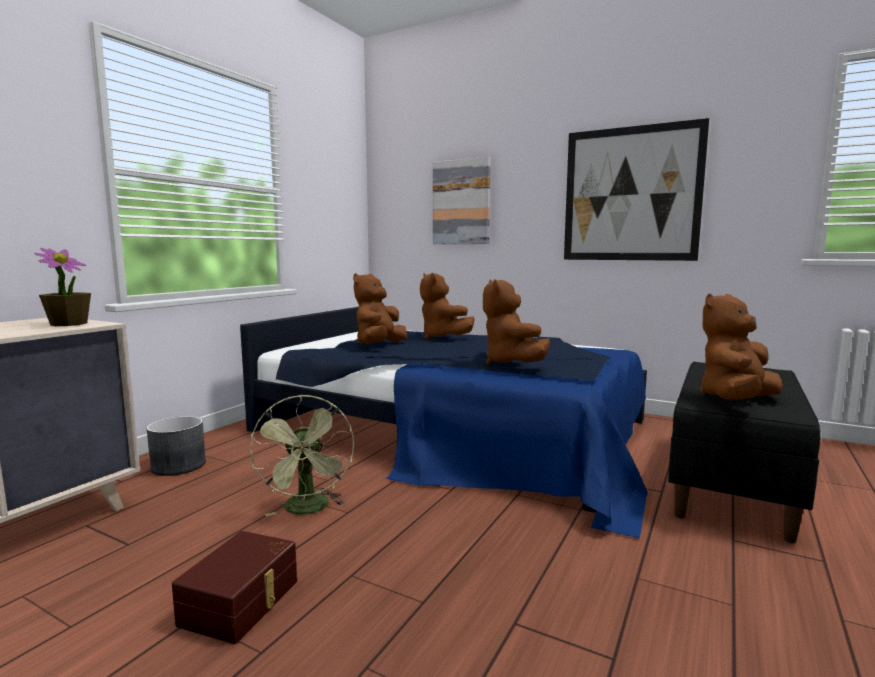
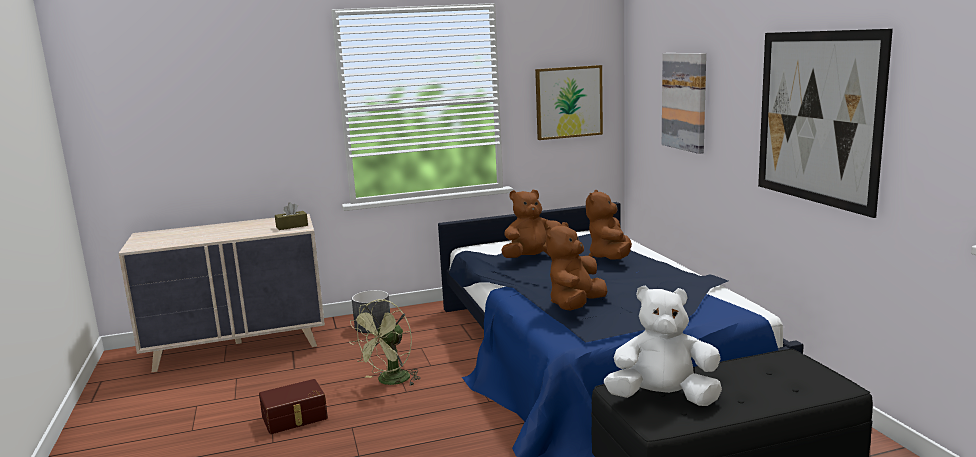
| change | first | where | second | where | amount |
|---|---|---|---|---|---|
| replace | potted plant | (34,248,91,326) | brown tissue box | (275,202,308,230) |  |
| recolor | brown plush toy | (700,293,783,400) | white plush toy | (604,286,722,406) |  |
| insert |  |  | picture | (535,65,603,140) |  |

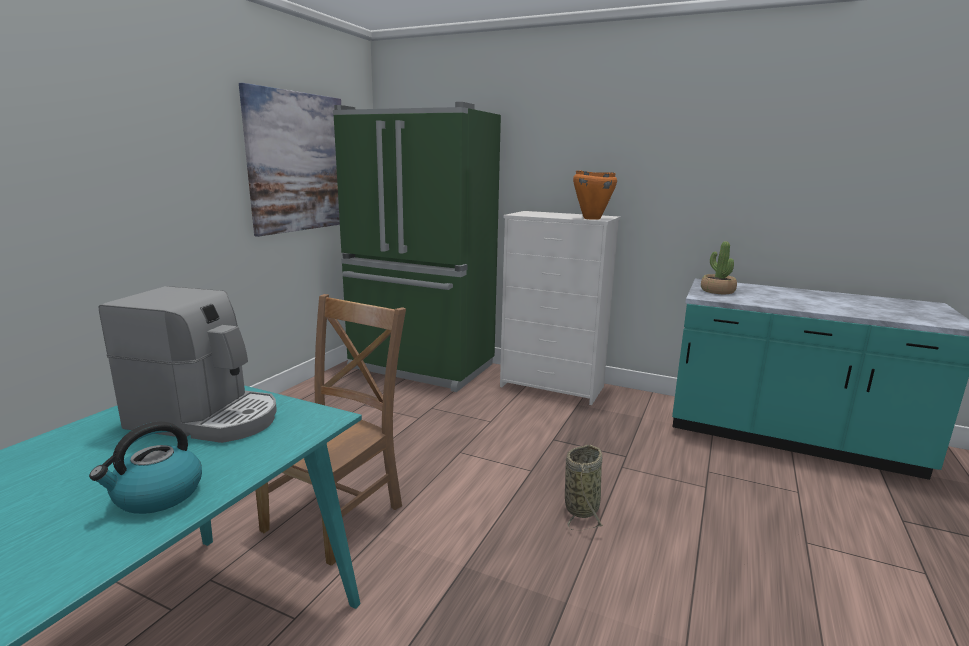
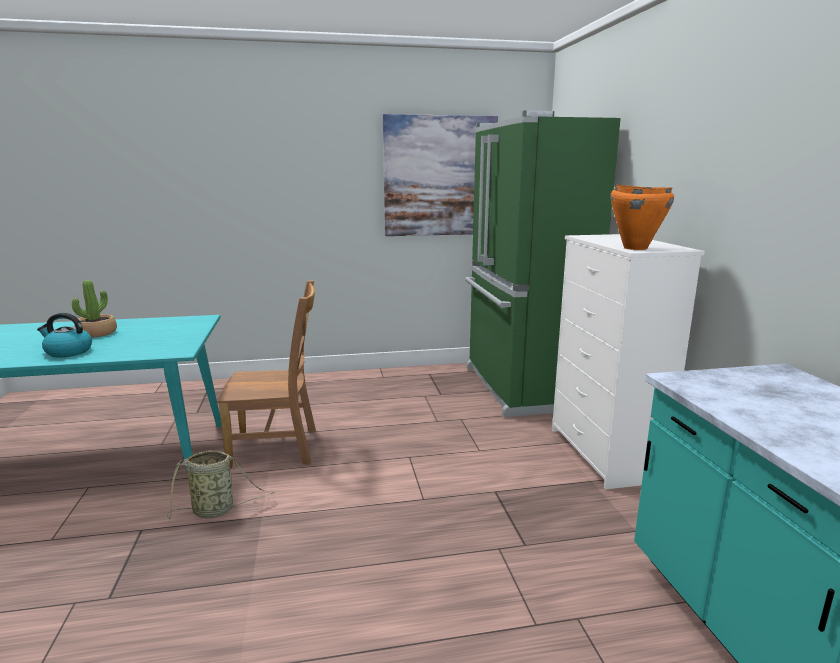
| change | first | where | second | where | amount |
|---|---|---|---|---|---|
| move | potted plant | (701,241,737,294) |  | (72,280,117,338) |  |
| delete | coffee machine | (99,286,277,443) |  |  |  |
| move | basket | (565,445,603,530) |  | (167,450,275,521) |  |

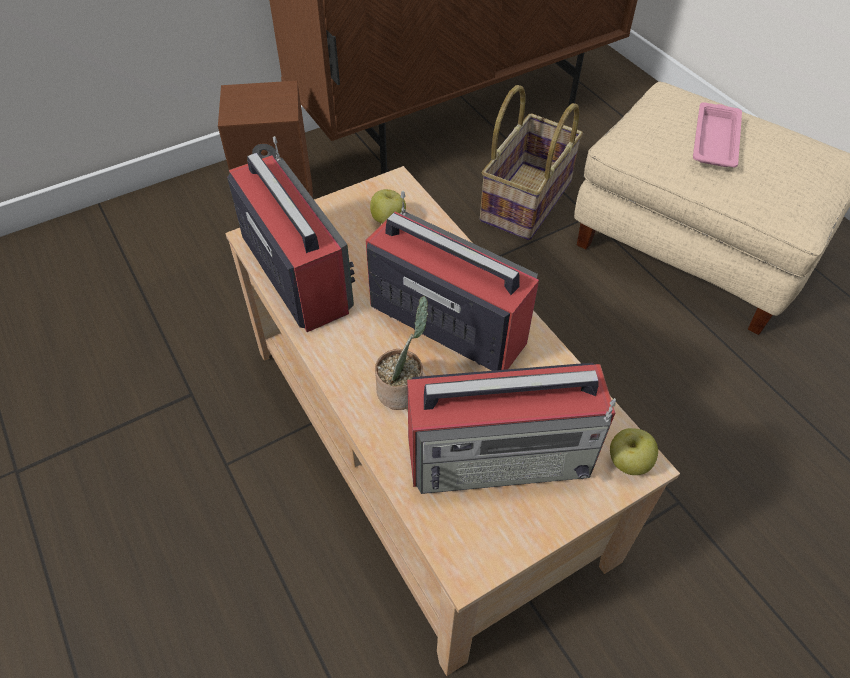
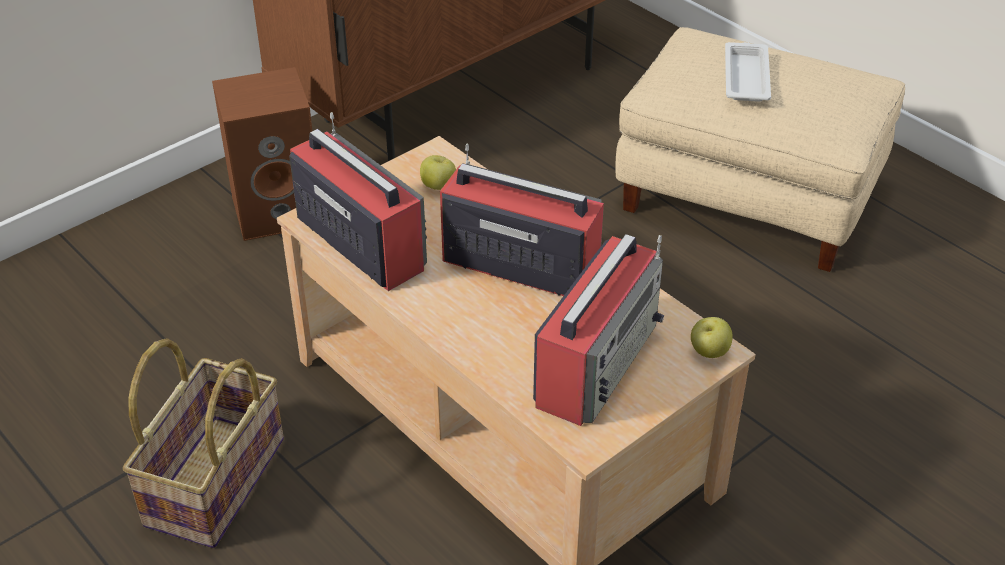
| change | first | where | second | where | amount |
|---|---|---|---|---|---|
| move | basket | (480,85,583,240) |  | (123,338,284,548) |  |
| recolor | pink tray | (693,102,742,168) | white tray | (725,42,771,102) |  |
| delete | potted plant | (375,296,428,410) |  |  |  |
| rotate | radio | (407,363,616,494) |  | (533,234,664,426) | 45 degrees counterclockwise |

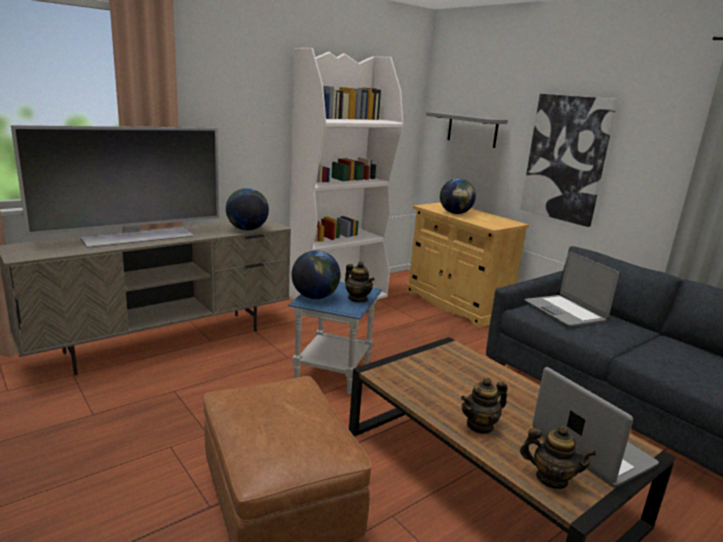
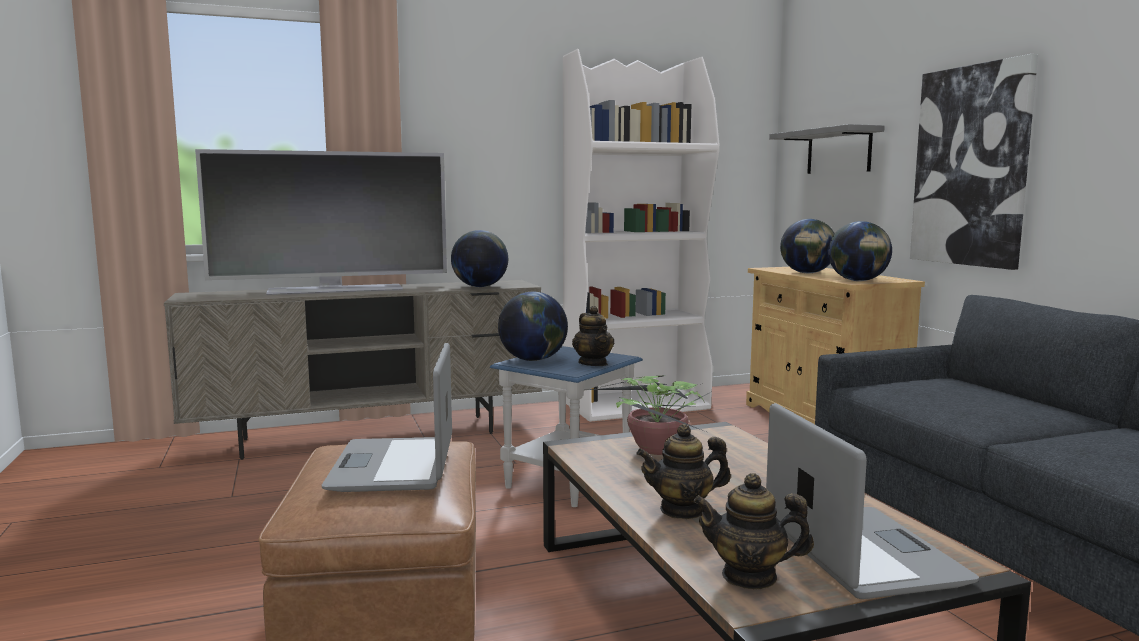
| change | first | where | second | where | amount |
|---|---|---|---|---|---|
| move | laptop | (524,252,619,326) |  | (322,343,452,492) |  |
| rotate | teapot | (520,426,597,489) |  | (693,473,814,589) | 150 degrees clockwise |
| insert |  |  | globe | (828,221,892,281) |  |
| insert |  |  | potted plant | (589,375,711,455) |  |

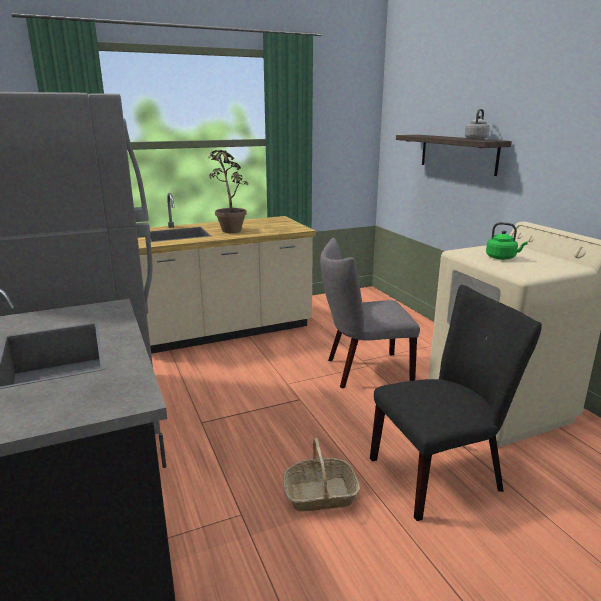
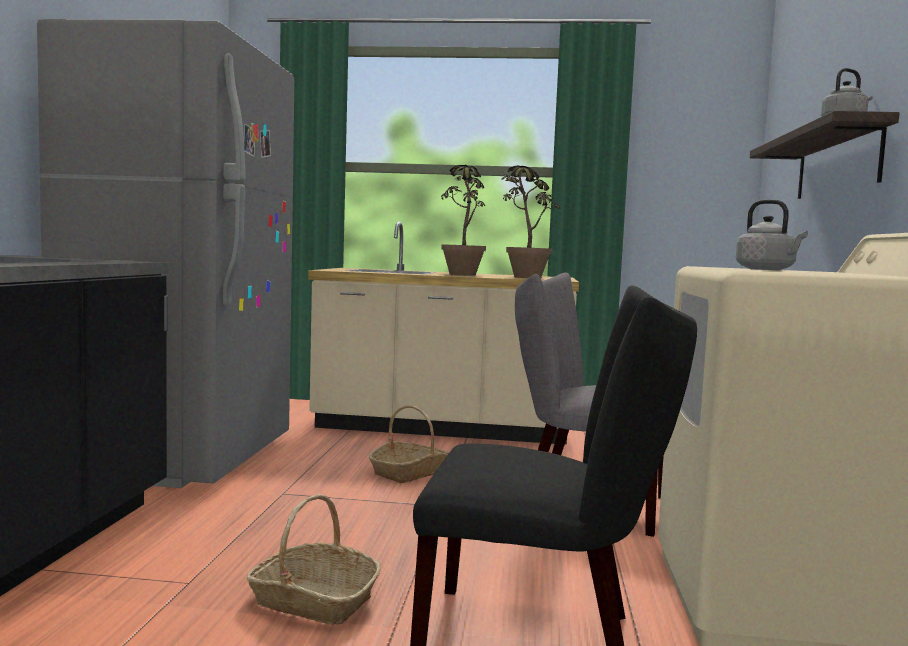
| change | first | where | second | where | amount |
|---|---|---|---|---|---|
| recolor | green kettle | (486,222,528,260) | grey kettle | (736,199,808,270) |  |
| insert |  |  | potted plant | (501,166,560,278) |  |
| insert |  |  | basket | (369,405,449,483) |  |

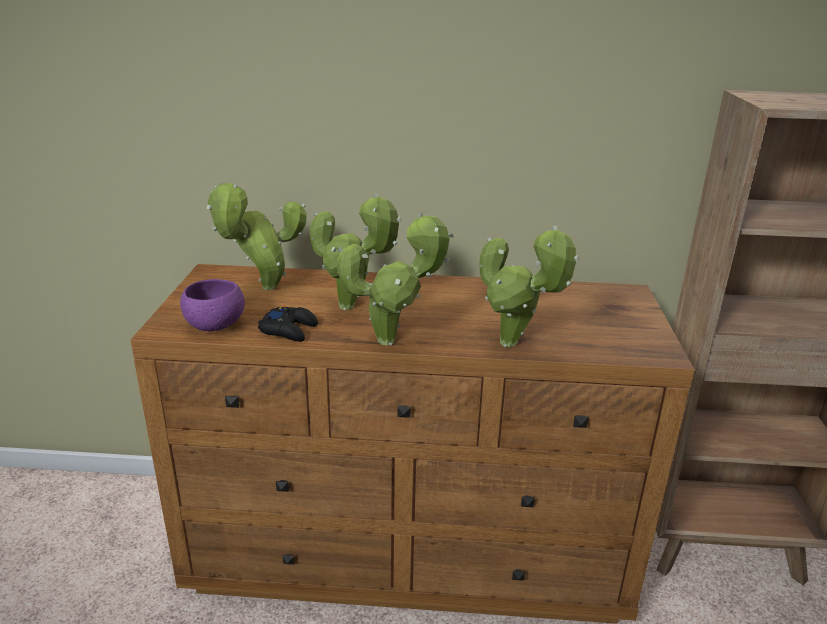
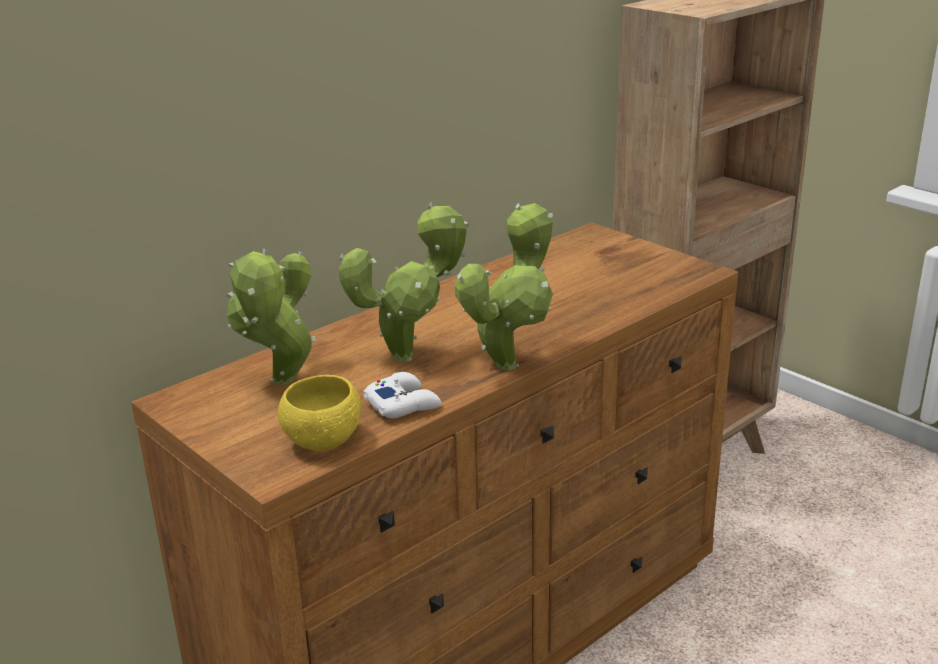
| change | first | where | second | where | amount |
|---|---|---|---|---|---|
| delete | potted plant | (479,226,579,347) |  |  |  |
| recolor | purple bowl | (180,279,245,332) | yellow bowl | (278,375,361,451) |  |
| recolor | black game controller | (258,306,318,342) | white game controller | (363,372,441,418) |  |

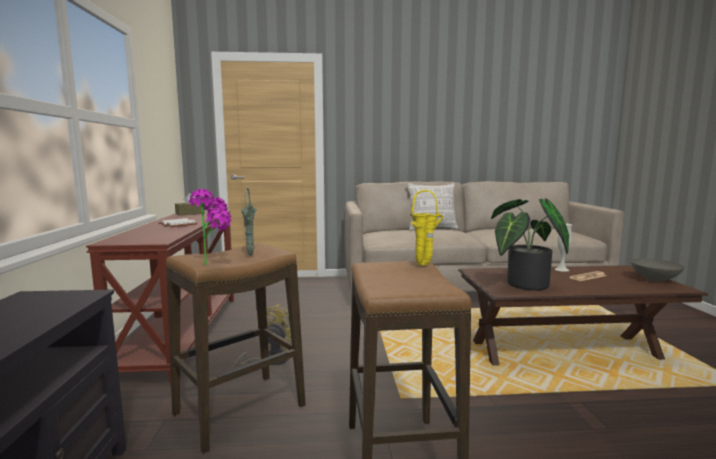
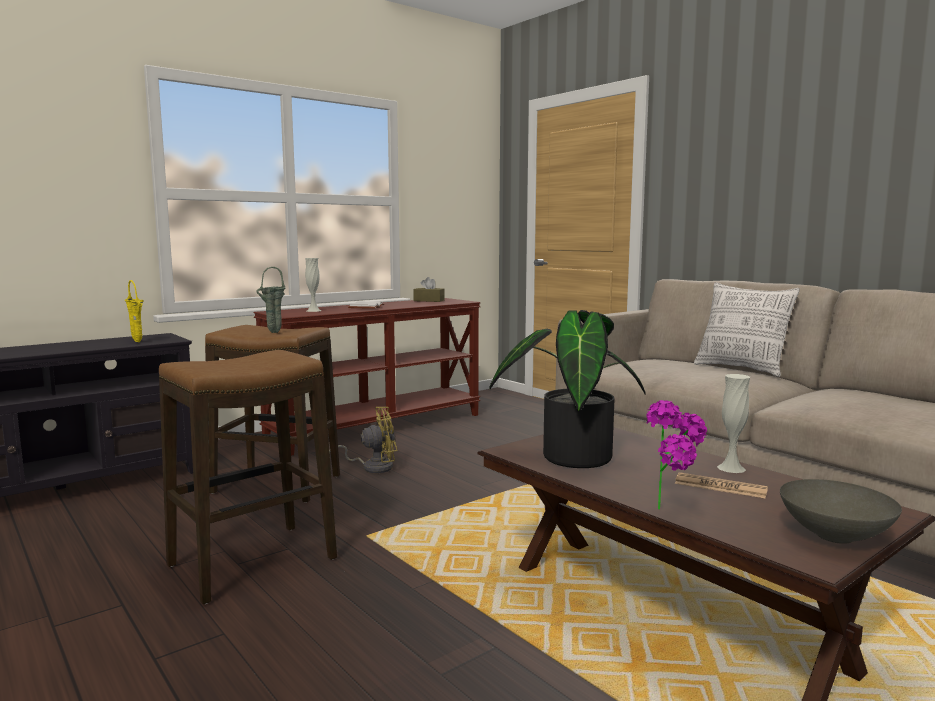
| change | first | where | second | where | amount |
|---|---|---|---|---|---|
| move | potted plant | (189,189,231,265) |  | (646,400,707,510) |  |
| move | yellow vase | (410,190,444,266) |  | (125,280,144,342) |  |
| insert |  |  | white vase | (305,258,321,312) |  |

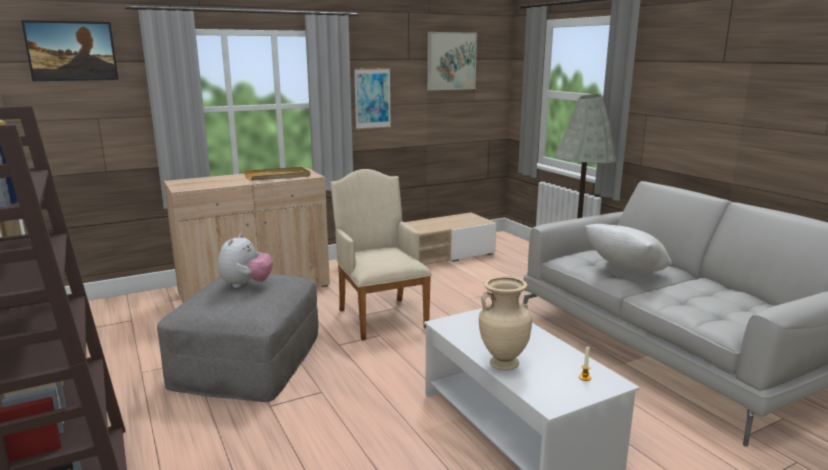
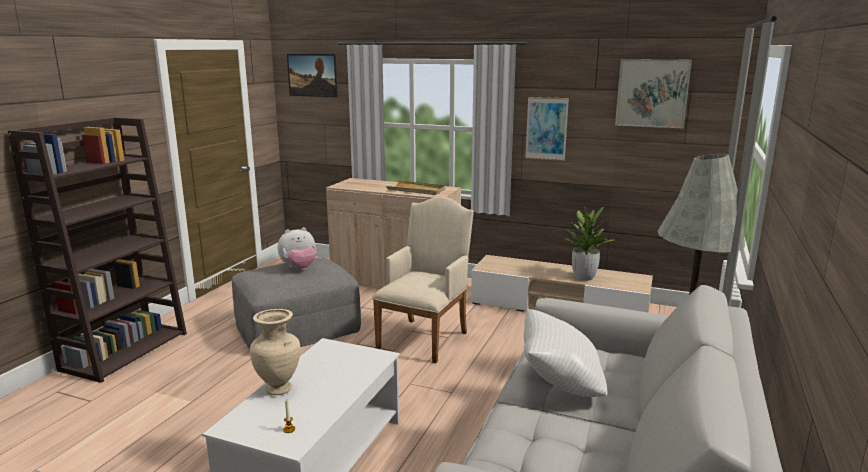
| change | first | where | second | where | amount |
|---|---|---|---|---|---|
| insert |  |  | potted plant | (563,206,614,281) |  |

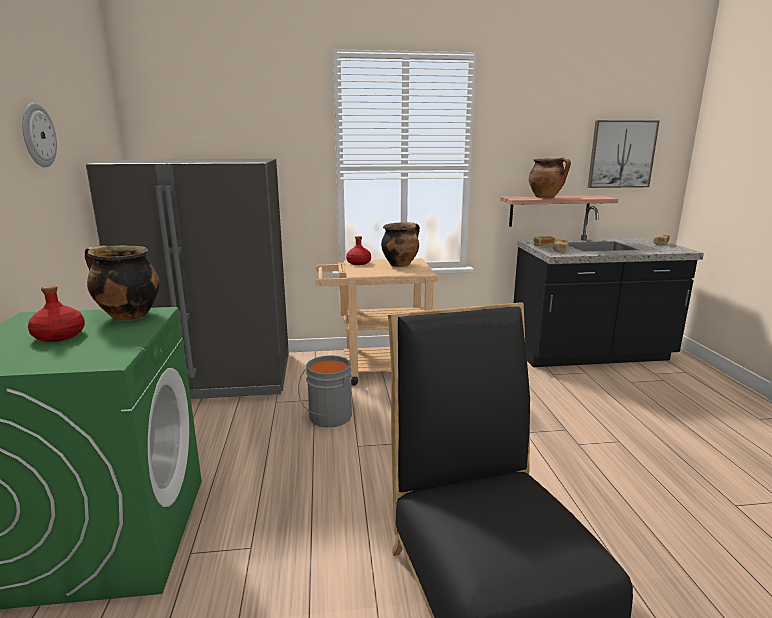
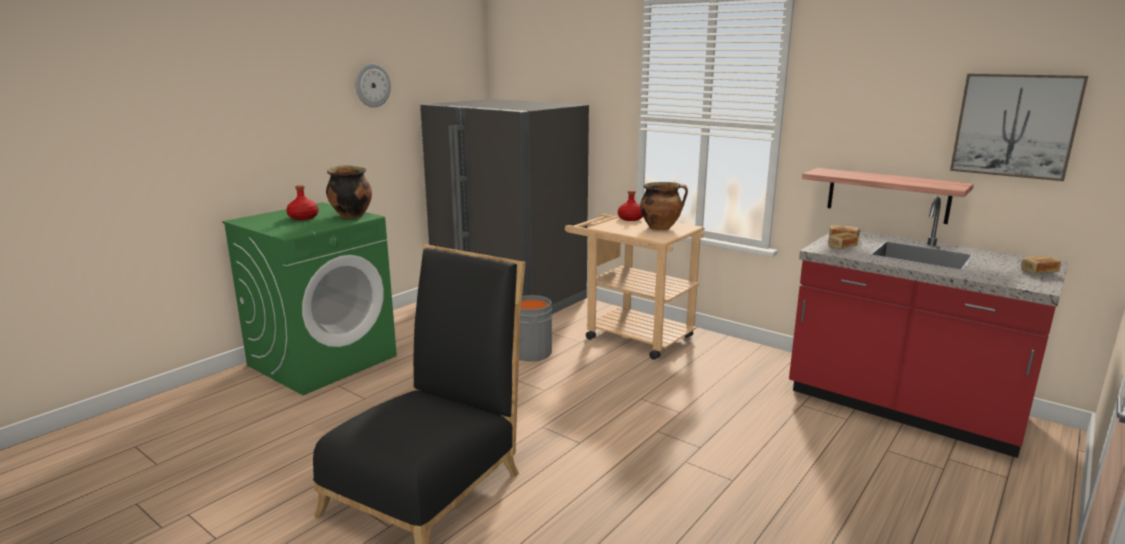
| change | first | where | second | where | amount |
|---|---|---|---|---|---|
| delete | cooking pot | (529,158,571,198) |  |  |  |
| recolor | black counter | (514,206,704,367) | red counter | (789,197,1068,458) |  |

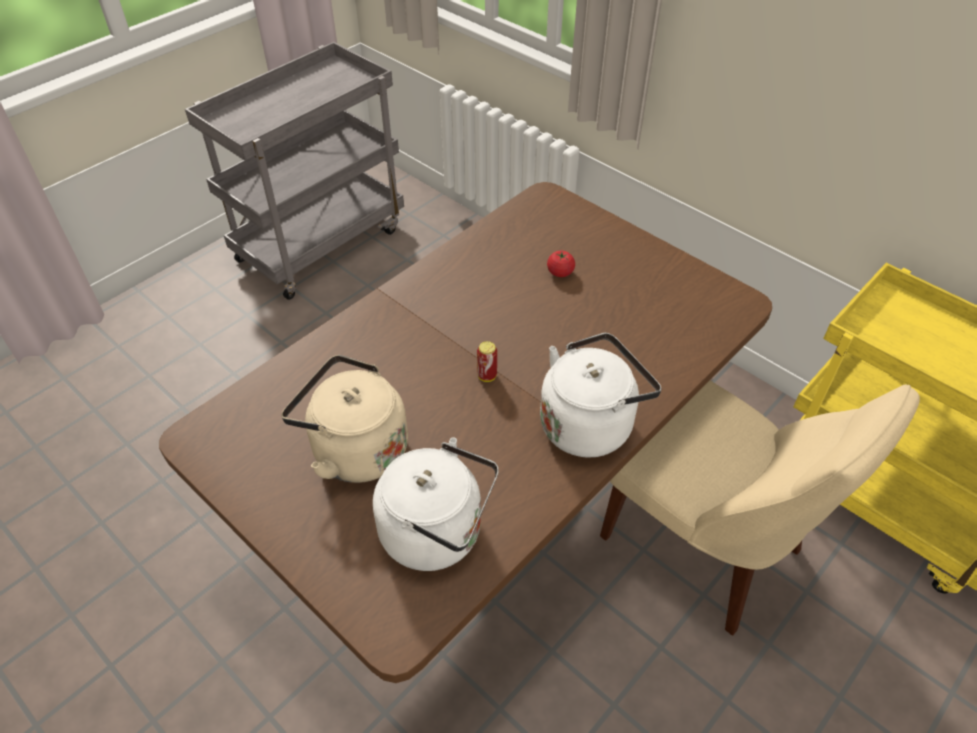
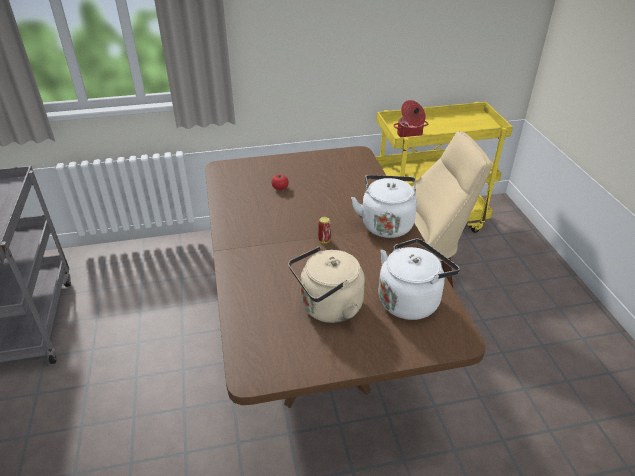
| change | first | where | second | where | amount |
|---|---|---|---|---|---|
| insert |  |  | cooking pot | (393,100,428,137) |  |

